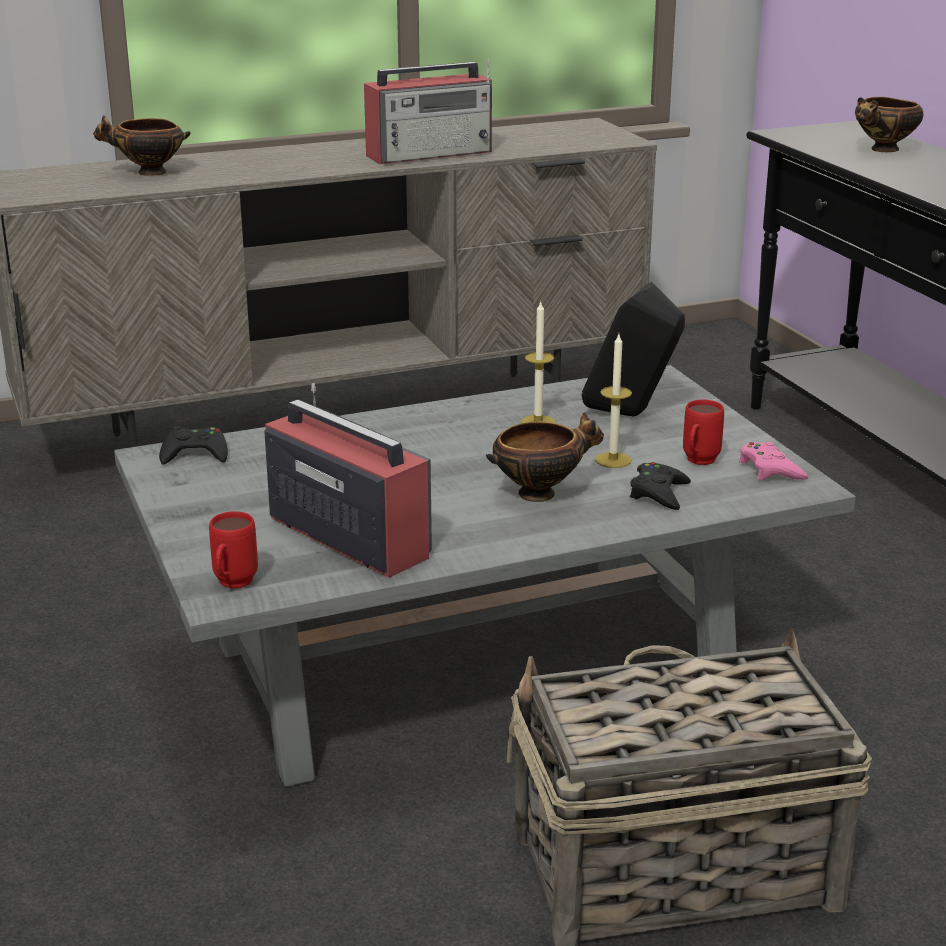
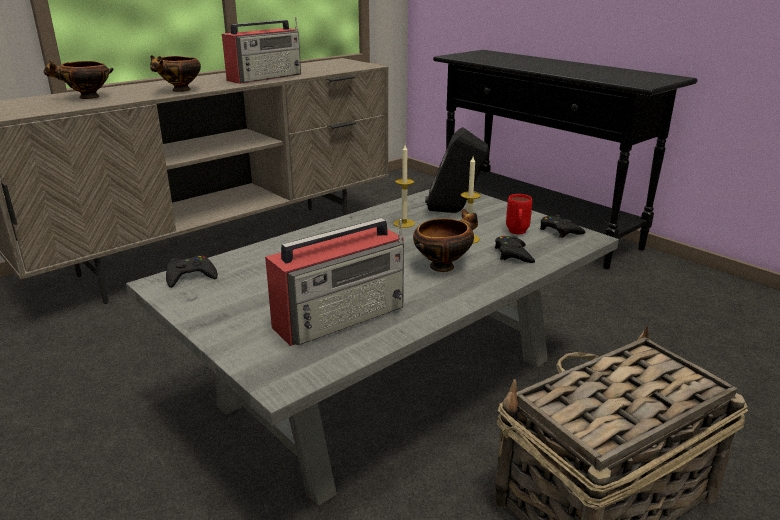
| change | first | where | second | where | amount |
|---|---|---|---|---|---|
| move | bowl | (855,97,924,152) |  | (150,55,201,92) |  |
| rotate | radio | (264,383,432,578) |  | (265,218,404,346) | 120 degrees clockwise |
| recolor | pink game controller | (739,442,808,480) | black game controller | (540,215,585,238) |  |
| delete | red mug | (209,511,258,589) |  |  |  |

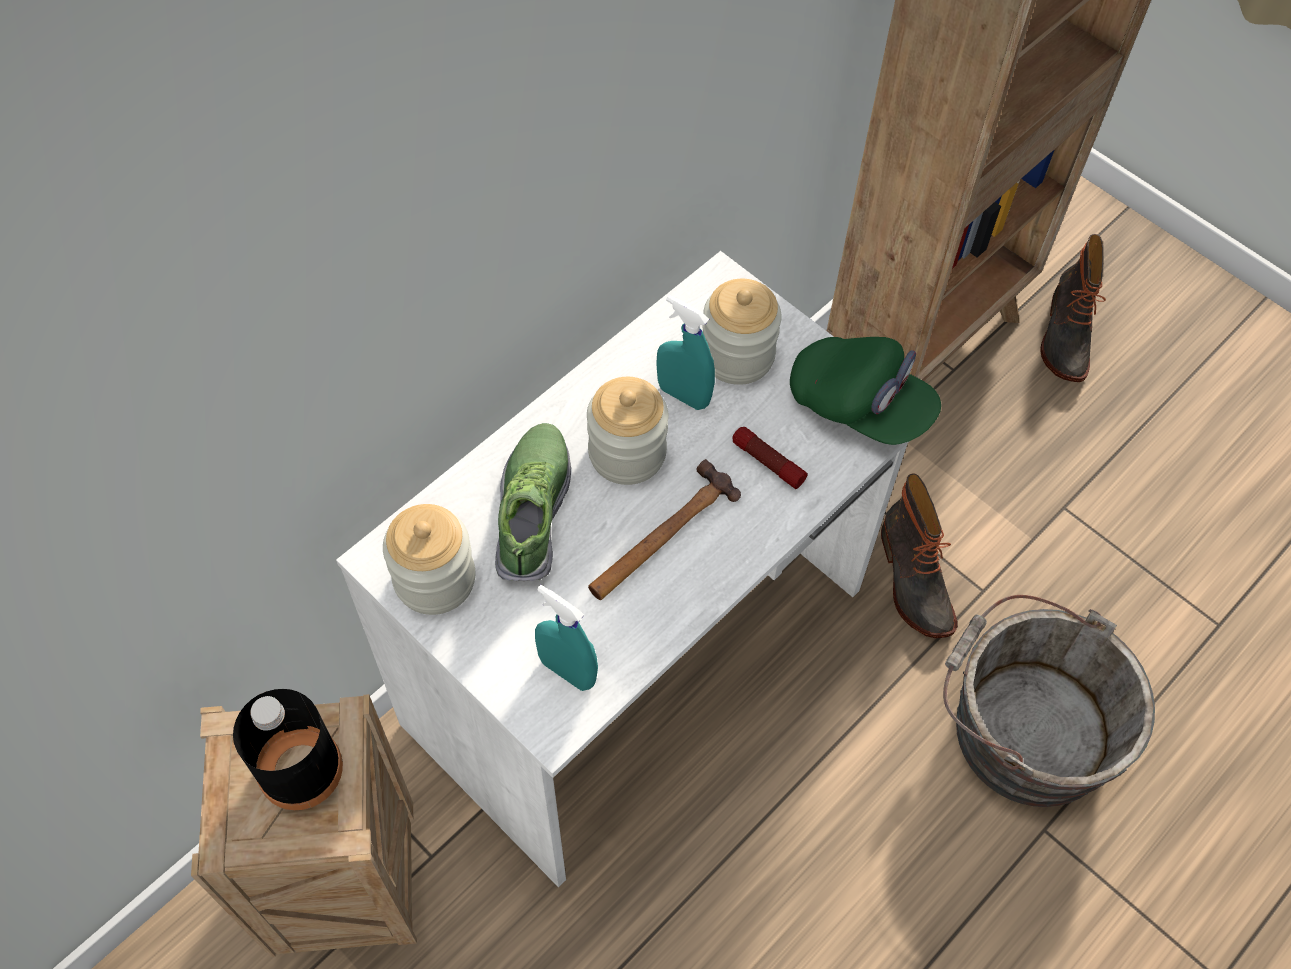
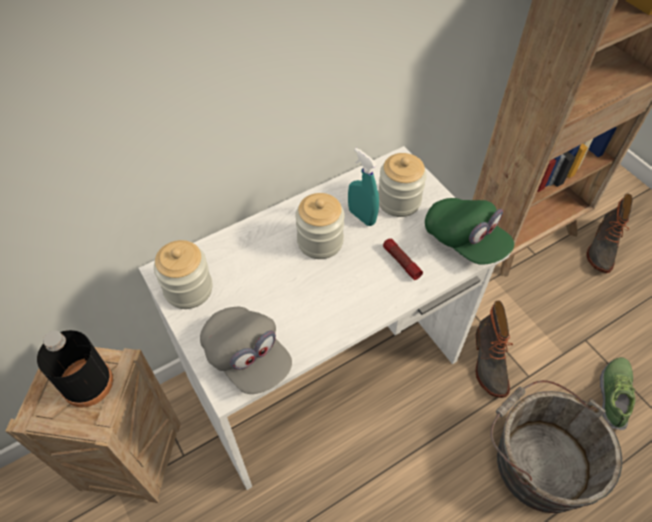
| change | first | where | second | where | amount |
|---|---|---|---|---|---|
| move | shoe | (495,423,571,581) |  | (600,357,636,430) |  |
| delete | hammer | (588,459,741,600) |  |  |  |
| replace | turquoise spray bottle | (535,585,598,691) | grey cap | (200,307,292,394) |  |

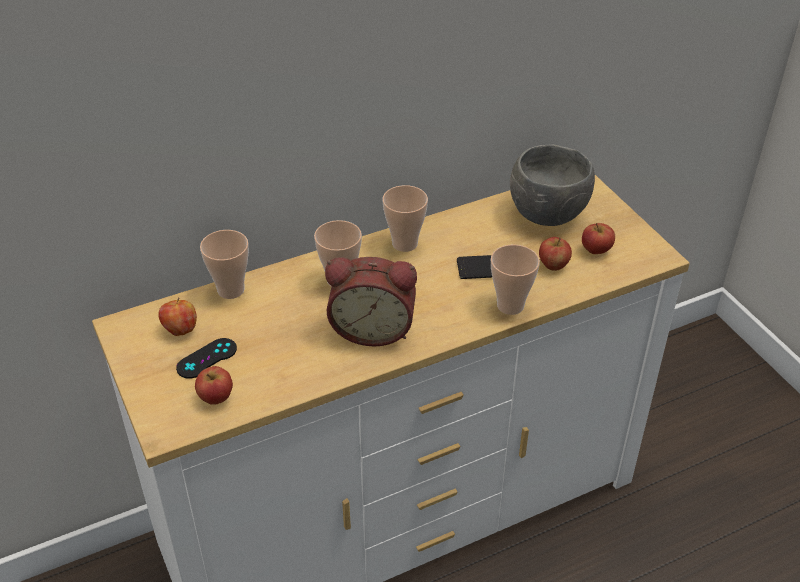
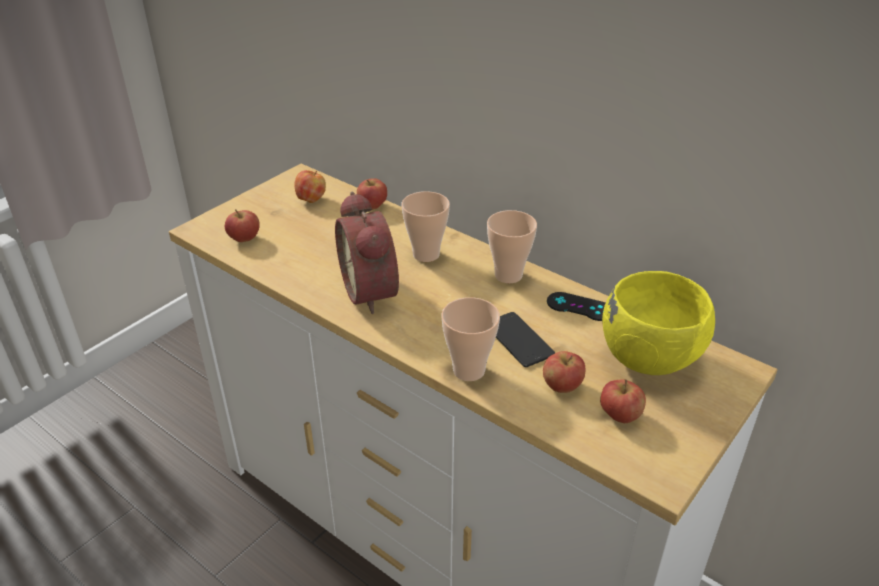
| change | first | where | second | where | amount |
|---|---|---|---|---|---|
| recolor | grey bowl | (510,145,595,226) | yellow bowl | (602,271,715,375) |  |
| replace | cup | (200,230,249,299) | apple | (357,178,387,210) |  |
| move | black game controller | (176,338,237,379) |  | (547,292,605,321) |  |

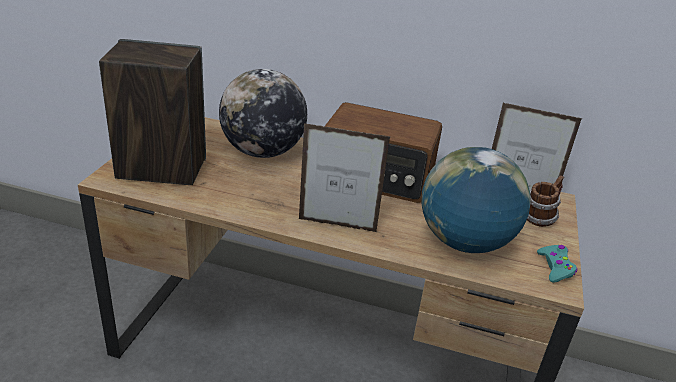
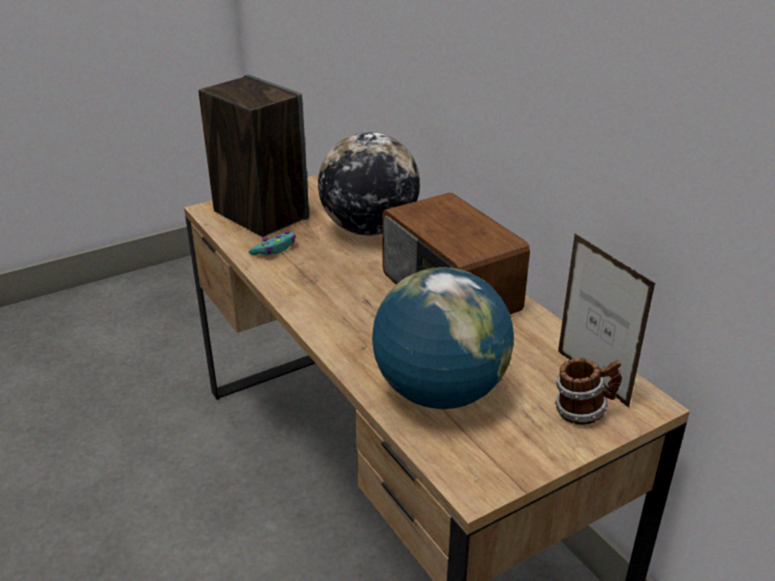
| change | first | where | second | where | amount |
|---|---|---|---|---|---|
| delete | picture frame | (299,123,390,232) |  |  |  |
| move | turquoise game controller | (537,245,577,282) |  | (248,231,296,255) |  |

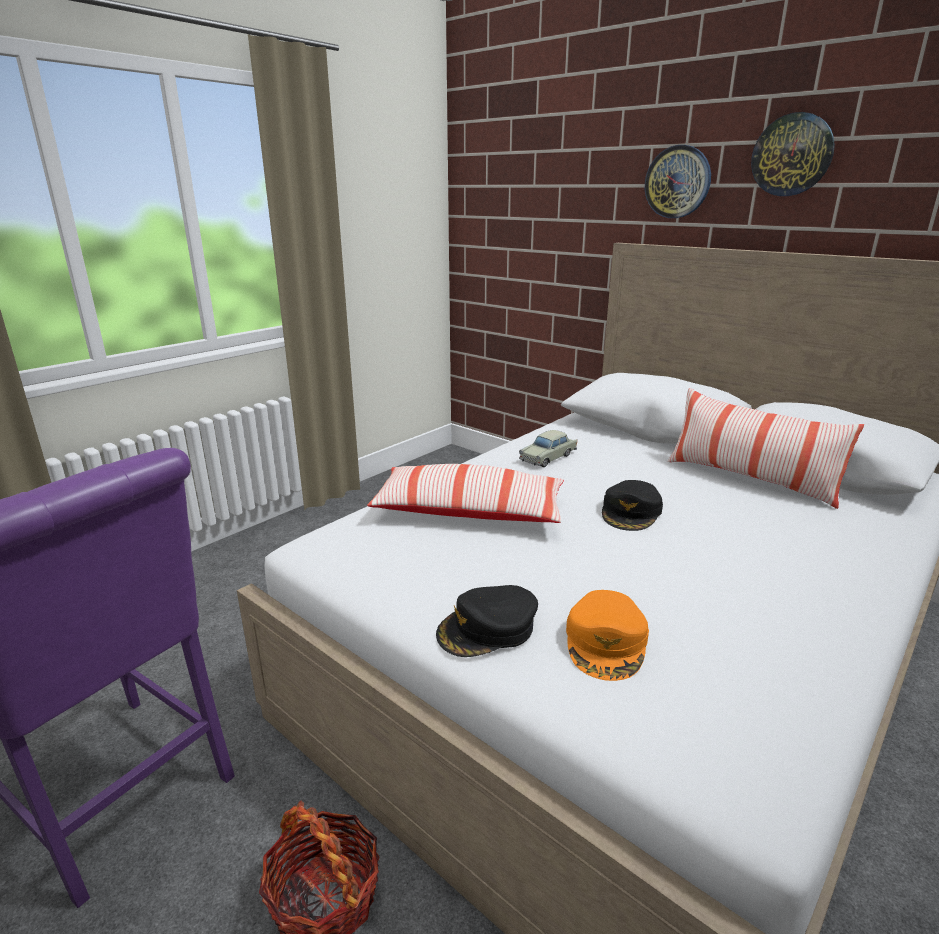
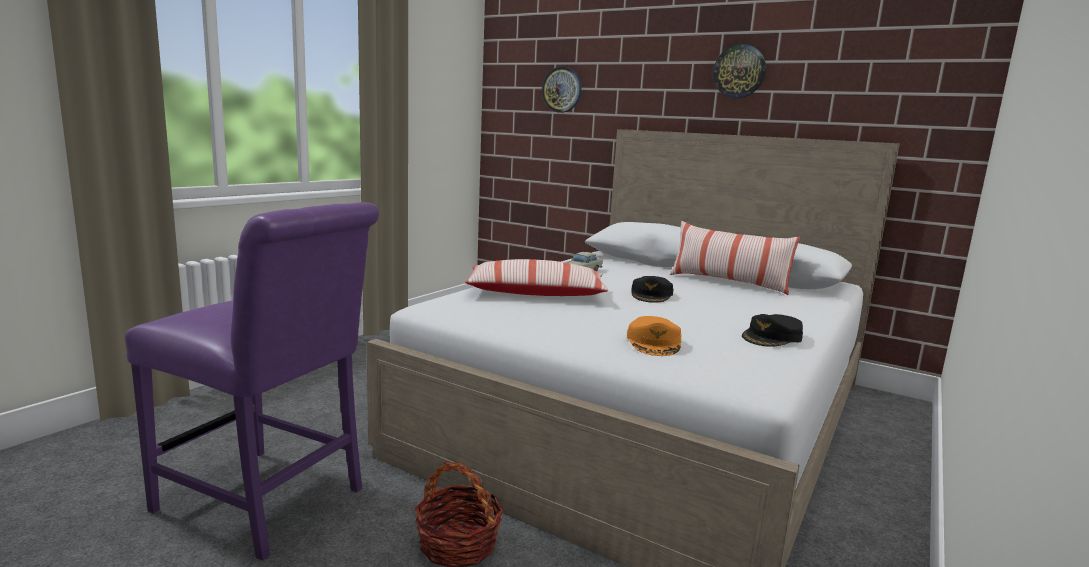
| change | first | where | second | where | amount |
|---|---|---|---|---|---|
| move | wall clock | (645,145,711,218) |  | (542,67,581,113) |  |
| move | black cap | (436,585,538,657) |  | (742,314,803,347) |  |

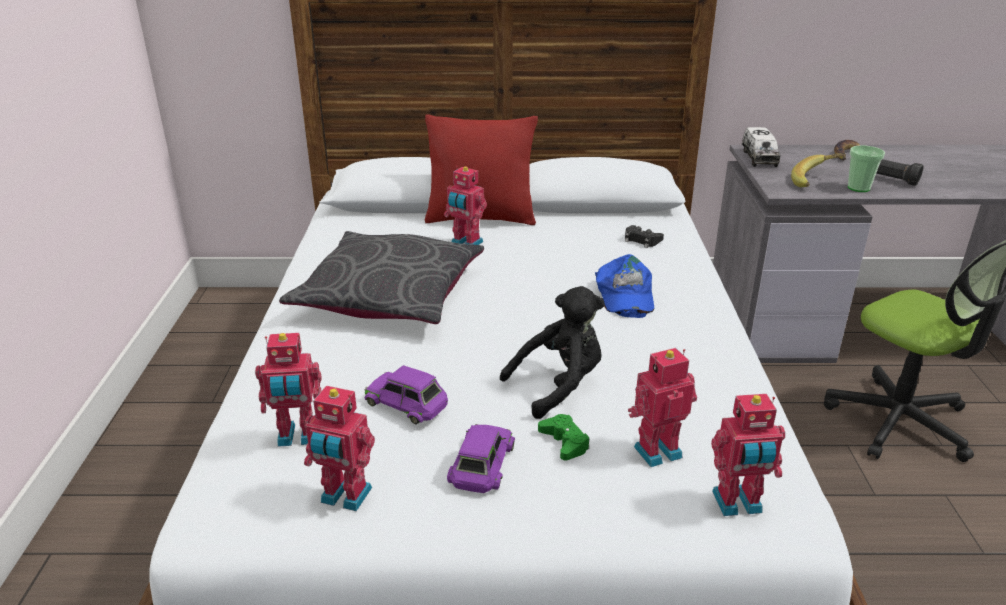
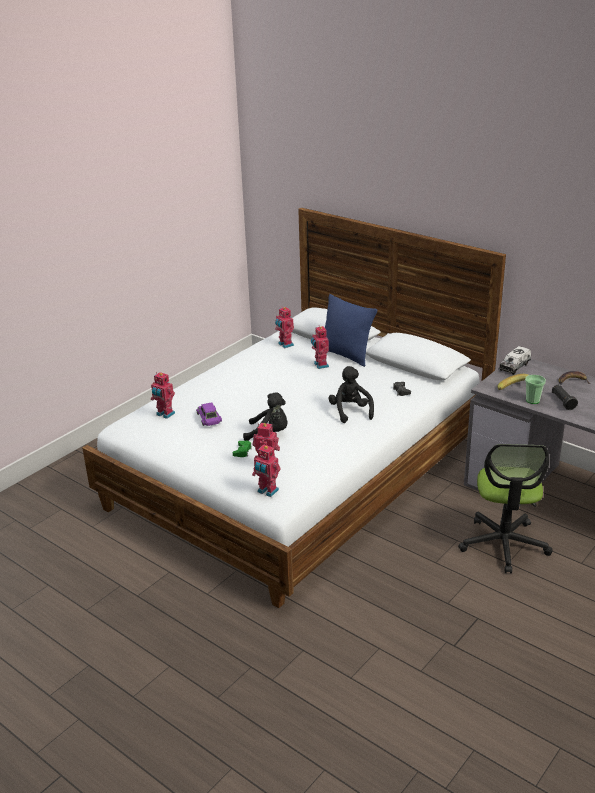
| change | first | where | second | where | amount |
|---|---|---|---|---|---|
| recolor | red pillow | (425,114,538,225) | blue pillow | (325,294,377,367) |  |
| delete | grey pillow | (279,231,484,324) |  |  |  |
| replace | blue cap | (595,254,654,318) | black plush toy | (328,366,374,423) |  |
| move | toy robot | (304,386,375,511) |  | (275,307,294,348) |  |
| delete | purple toy car | (447,424,515,493) |  |  |  |

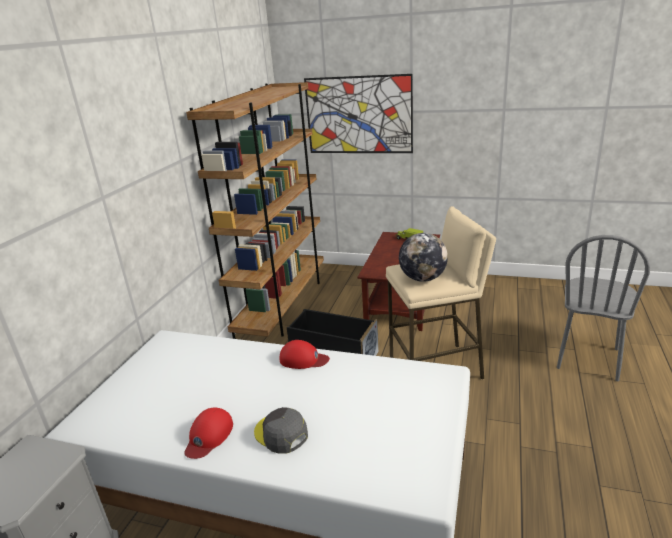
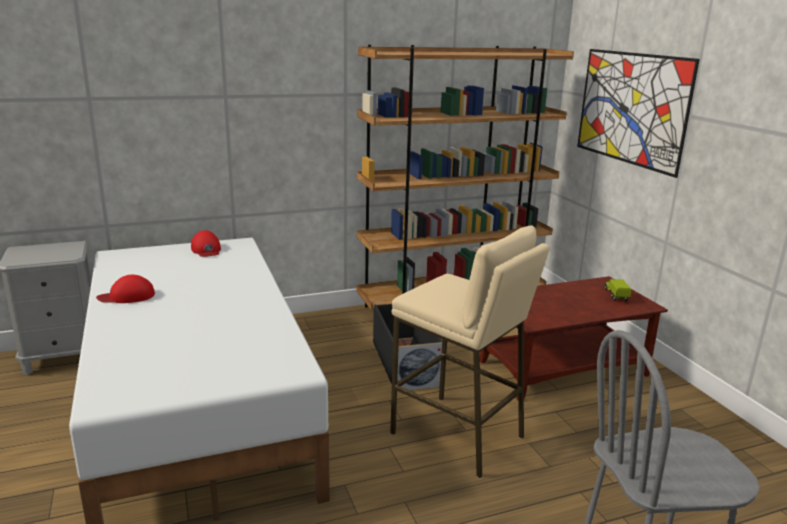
| change | first | where | second | where | amount |
|---|---|---|---|---|---|
| delete | globe | (399,233,448,282) |  |  |  |
| move | red cap | (280,340,330,369) |  | (191,230,221,257) |  |
| delete | grey cap | (254,407,308,454) |  |  |  |

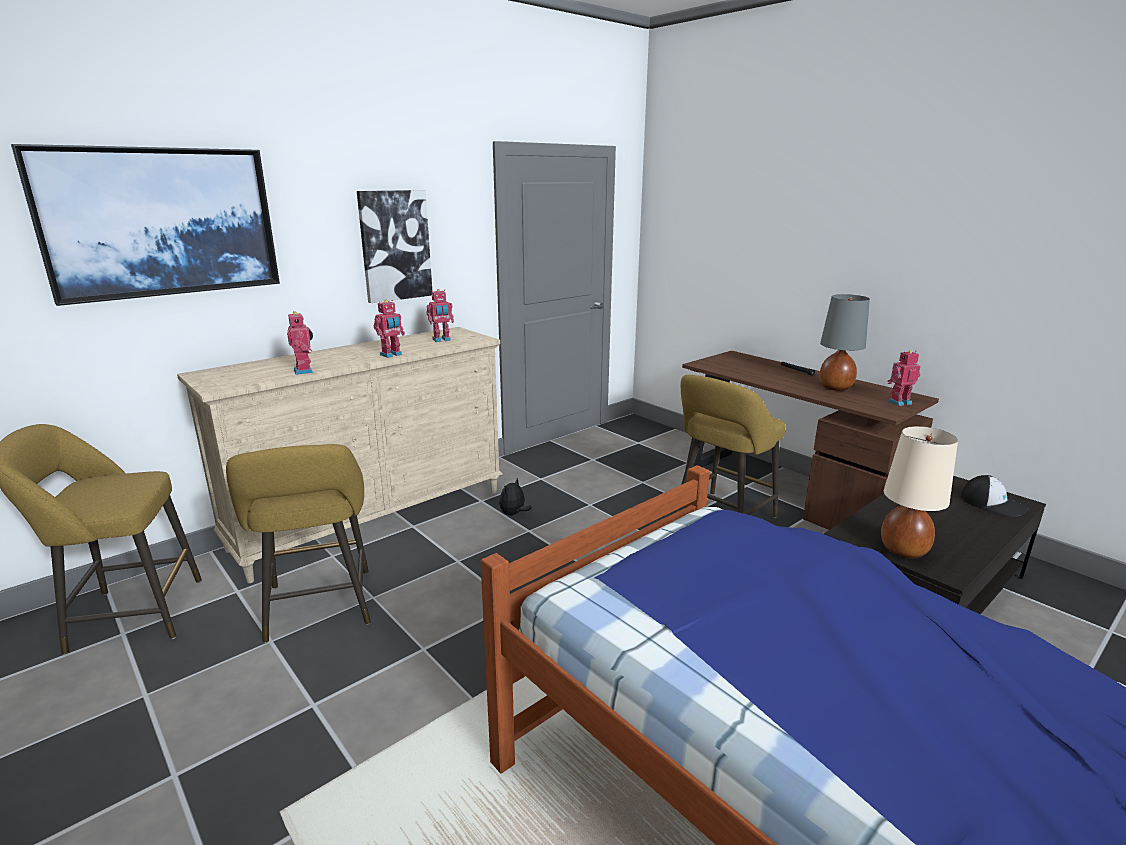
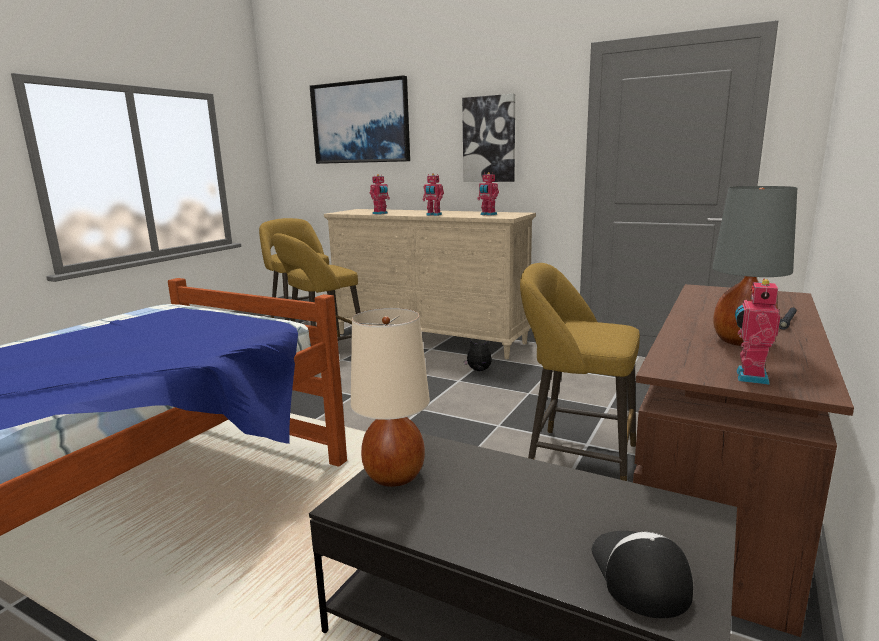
| change | first | where | second | where | amount |
|---|---|---|---|---|---|
| rotate | toy robot | (887,350,920,406) |  | (735,278,781,385) | 120 degrees counterclockwise |
| rotate | cap | (961,475,1029,517) |  | (591,531,693,618) | 150 degrees clockwise |

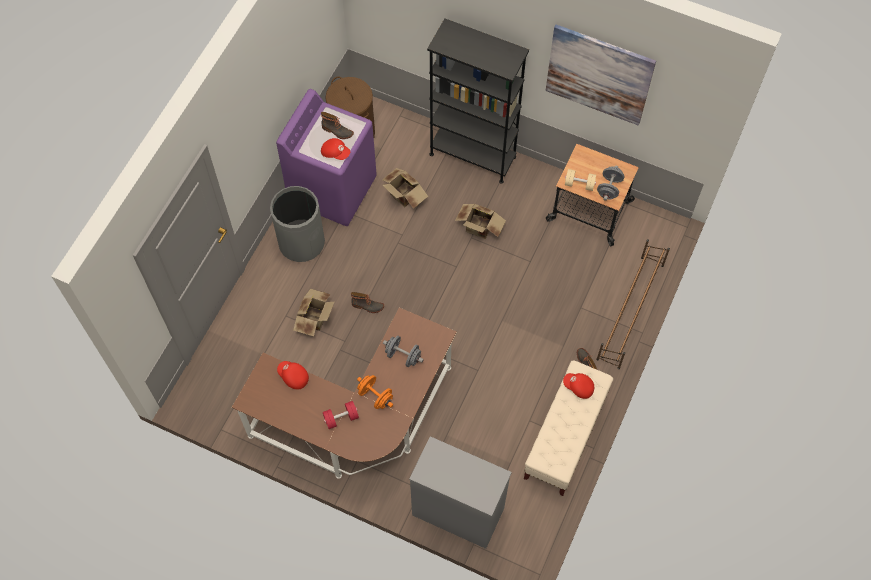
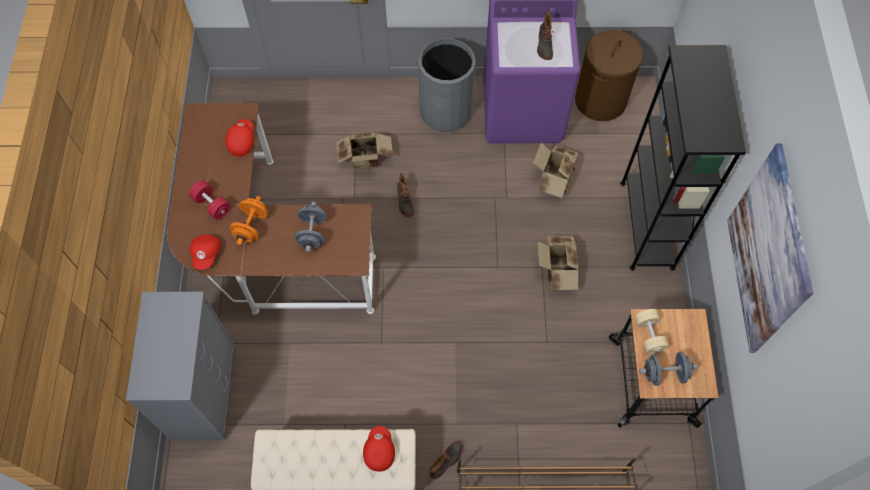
| change | first | where | second | where | amount |
|---|---|---|---|---|---|
| move | red cap | (321,138,350,160) |  | (189,234,221,270) |  |

